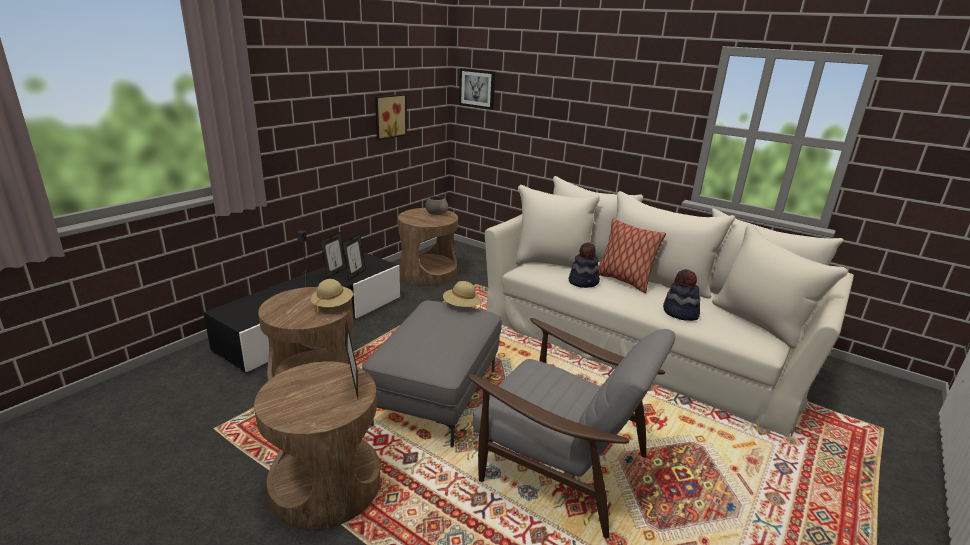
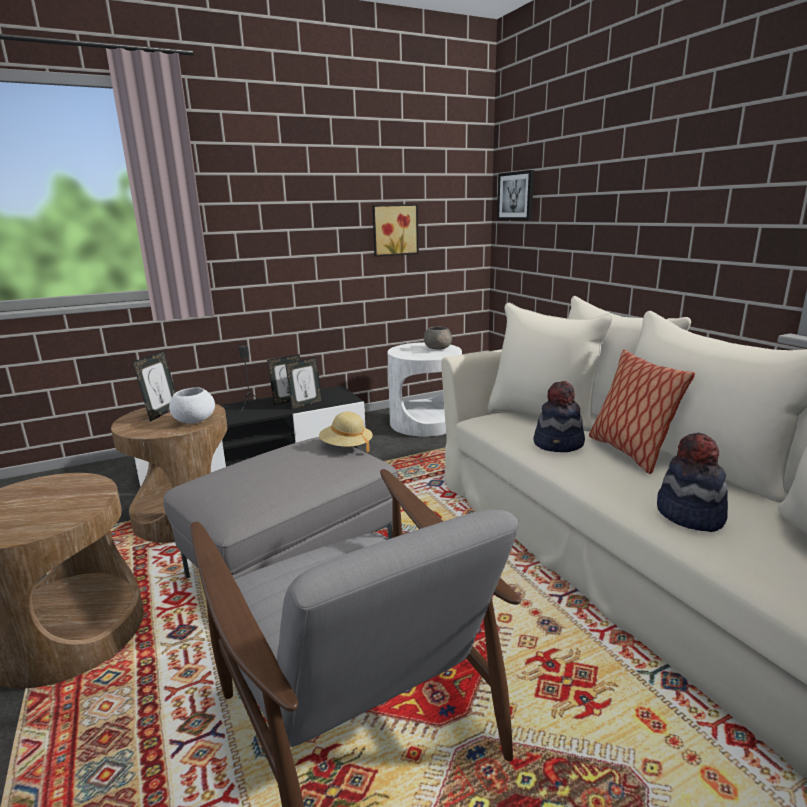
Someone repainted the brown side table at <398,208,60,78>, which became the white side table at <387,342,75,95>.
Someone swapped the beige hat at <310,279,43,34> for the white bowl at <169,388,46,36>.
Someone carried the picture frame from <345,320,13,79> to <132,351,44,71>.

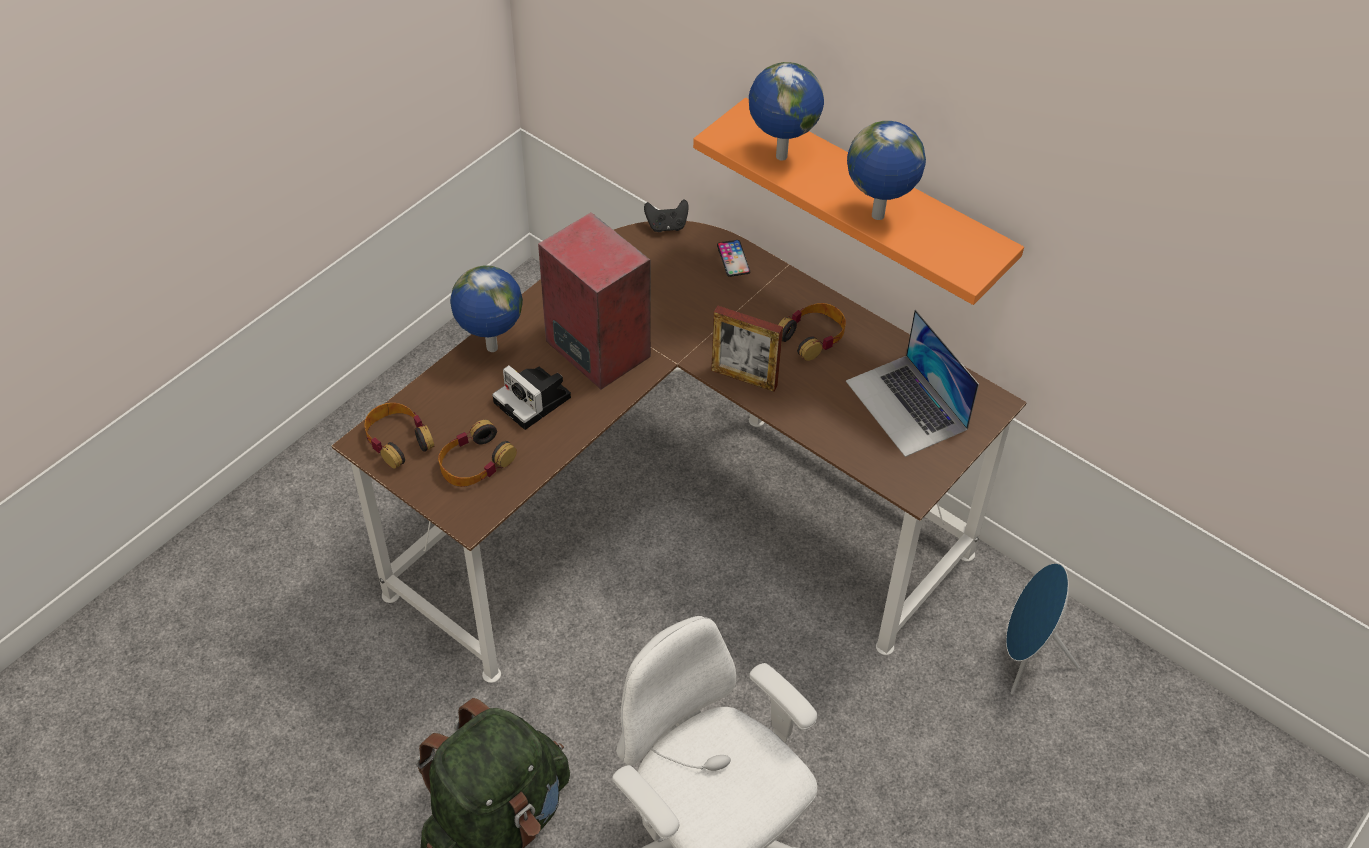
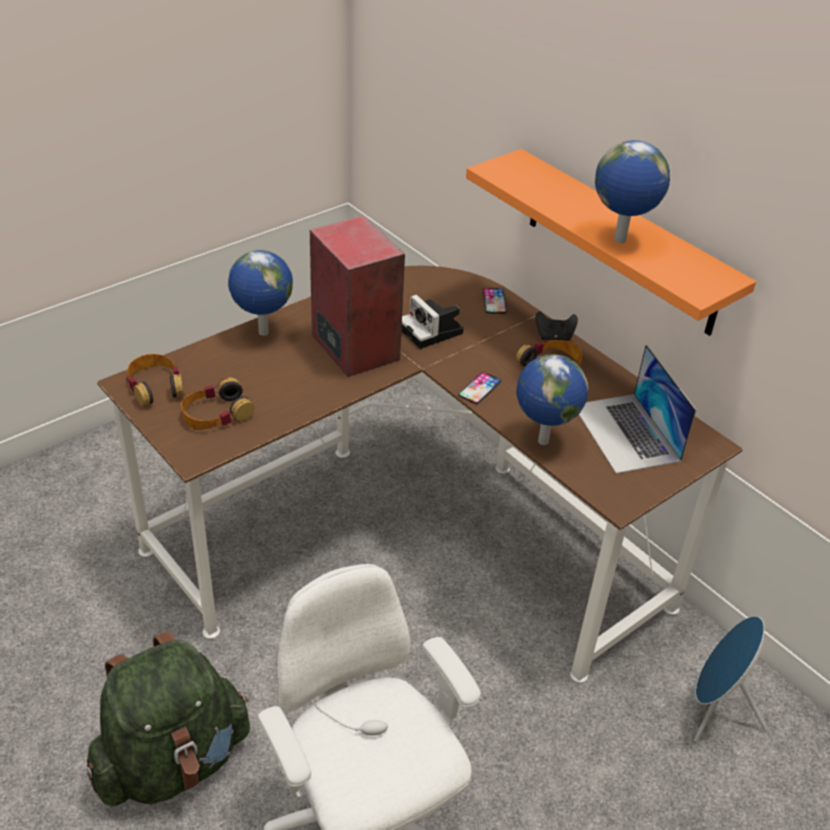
Someone carried the globe from <749,62,75,99> to <516,354,72,91>.
Someone carried the black game controller from <644,199,45,33> to <536,311,42,30>.
Someone swapped the picture frame at <711,306,72,86> for the phone at <458,372,43,32>.
Someone carried the photo camera from <492,365,79,65> to <401,295,63,54>.

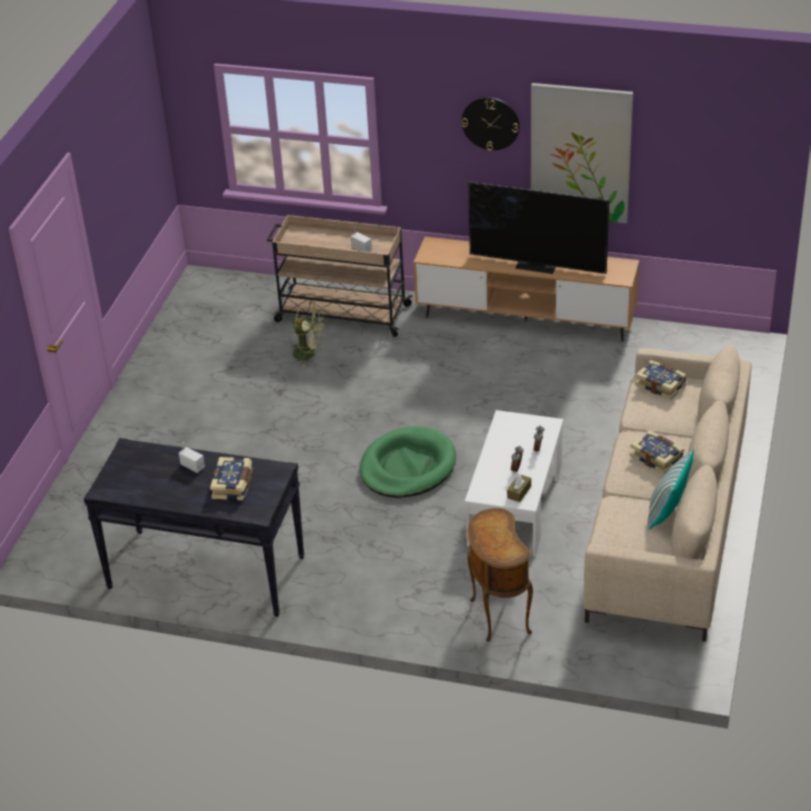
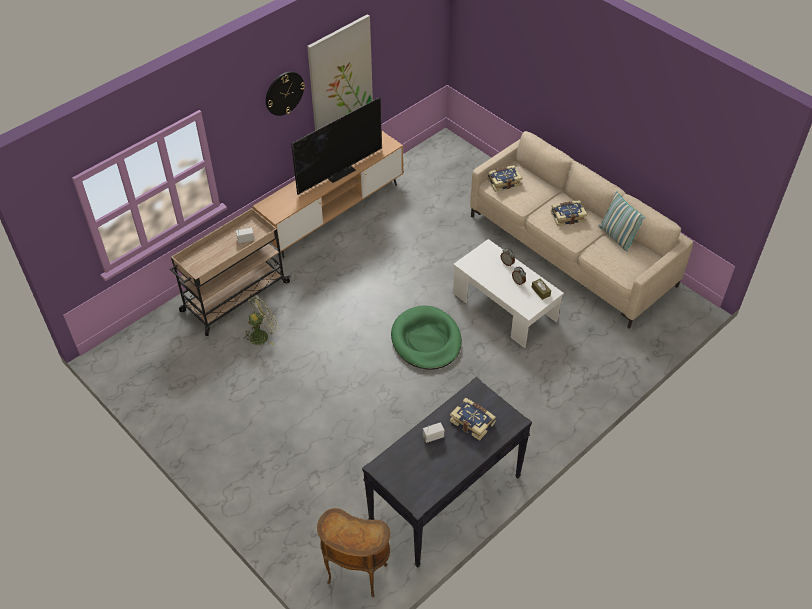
Someone carried the brown side table from <467,508,66,134> to <317,508,73,89>.

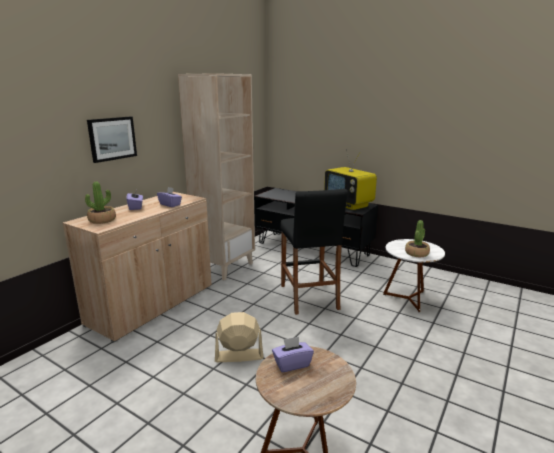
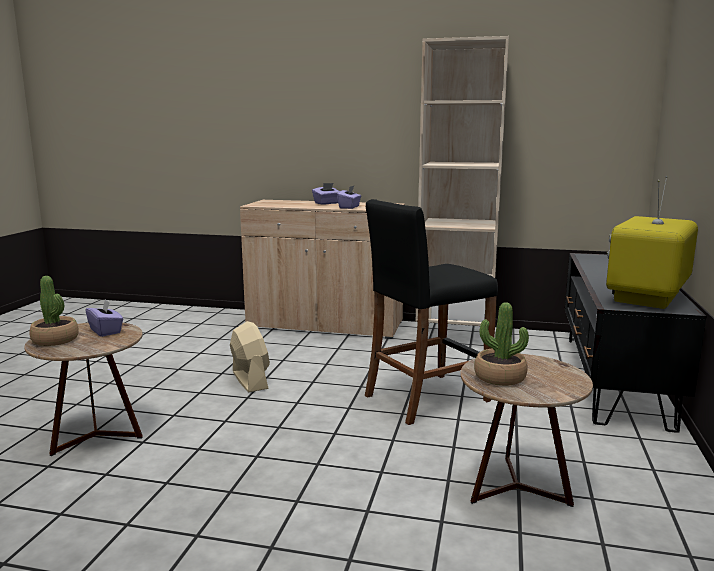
Someone took away the picture at <87,116,50,47>.
Someone carried the potted plant from <85,182,31,42> to <29,276,49,70>.
Someone repainted the white side table at <383,239,62,73>, which became the brown side table at <460,354,133,153>.

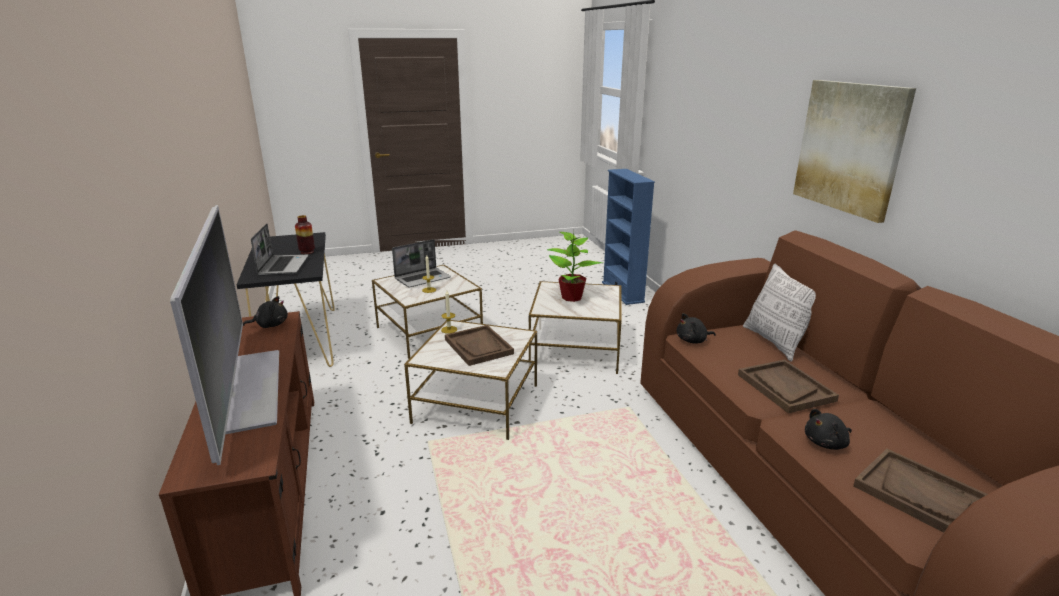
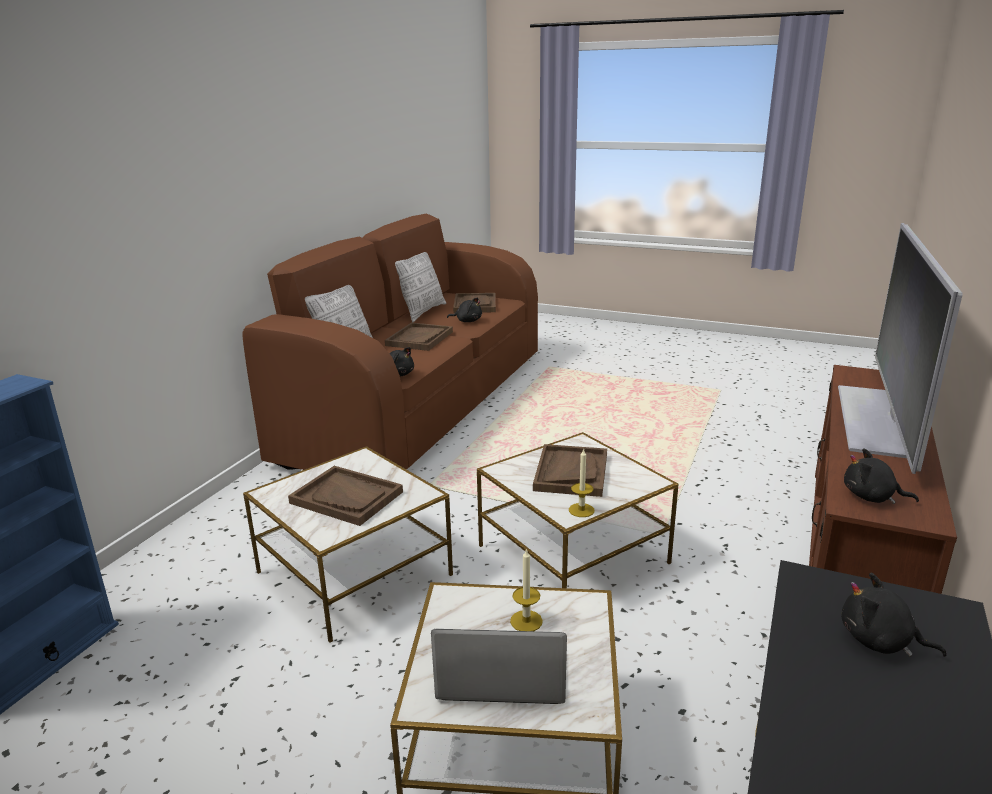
Someone took away the picture at <793,80,123,143>.
Someone took away the vase at <295,215,20,39>.
Someone swapped the laptop at <251,223,58,53> for the black plush toy at <841,573,106,84>.
Someone swapped the potted plant at <547,230,55,72> for the brown tray at <288,466,115,60>.
Someone put down the pillow at <395,252,51,70>.

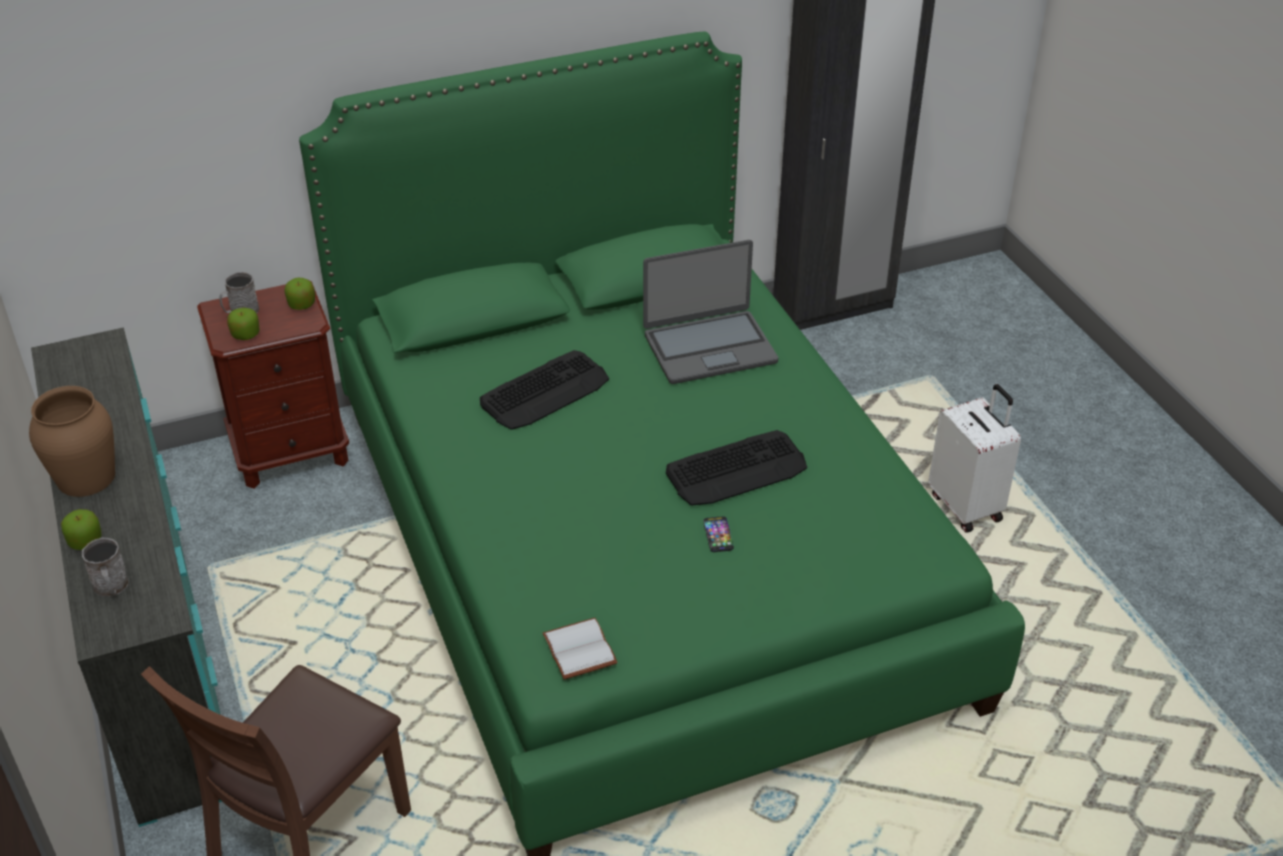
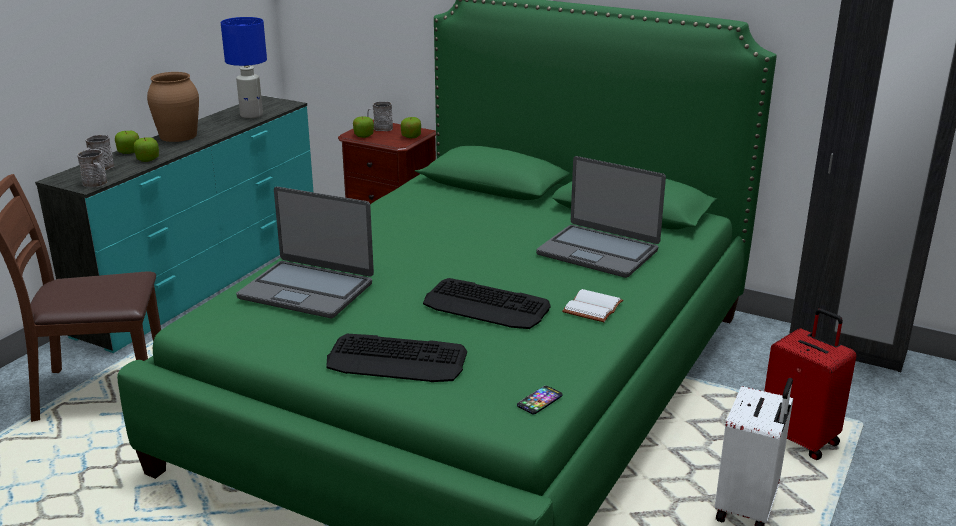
Someone carried the keyboard from <480,350,129,80> to <326,334,141,48>.
Someone carried the phone from <703,516,31,36> to <517,386,46,28>.
Someone carried the white book from <543,618,75,62> to <562,289,61,33>.
Someone put down the blue table lamp at <221,17,46,101>.
Someone put down the apple at <134,137,25,25>.
Someone put down the grey mug at <77,149,31,39>.
Someone put down the laptop at <236,187,138,131>.
Someone put down the red suitcase at <764,309,92,151>.

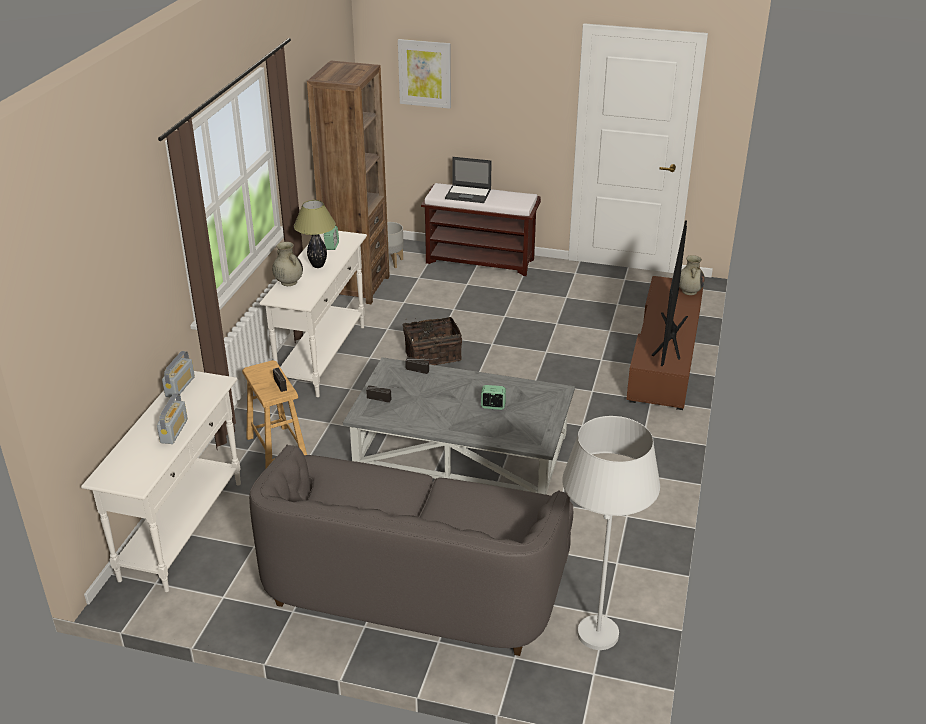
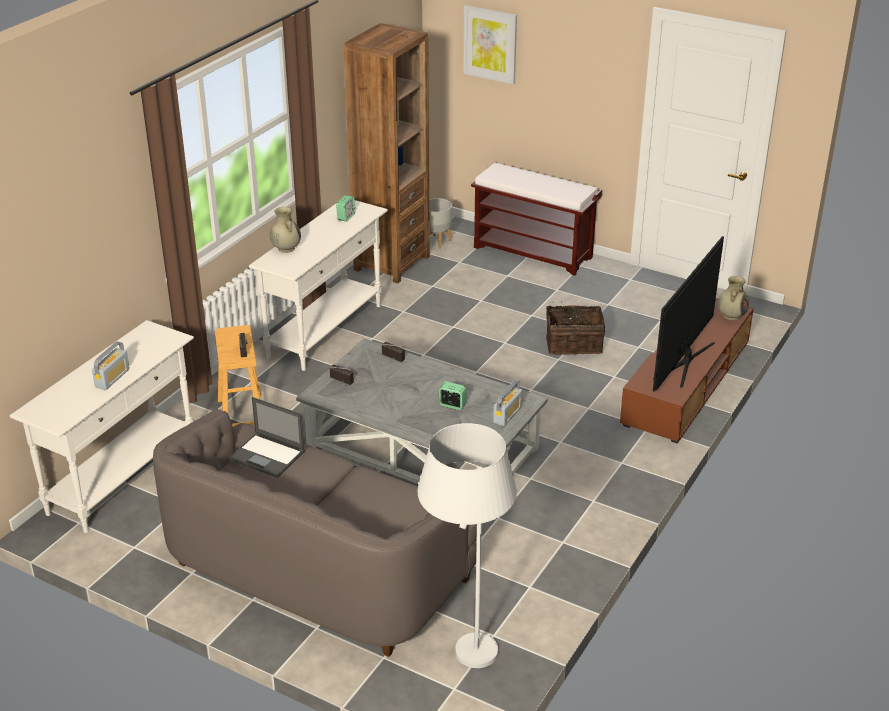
Someone carried the laptop from <445,157,47,46> to <229,397,76,81>.
Someone took away the table lamp at <294,200,42,68>.
Someone carried the basket from <403,317,59,48> to <546,301,59,54>.
Someone carried the radio from <162,351,33,47> to <493,380,30,46>.

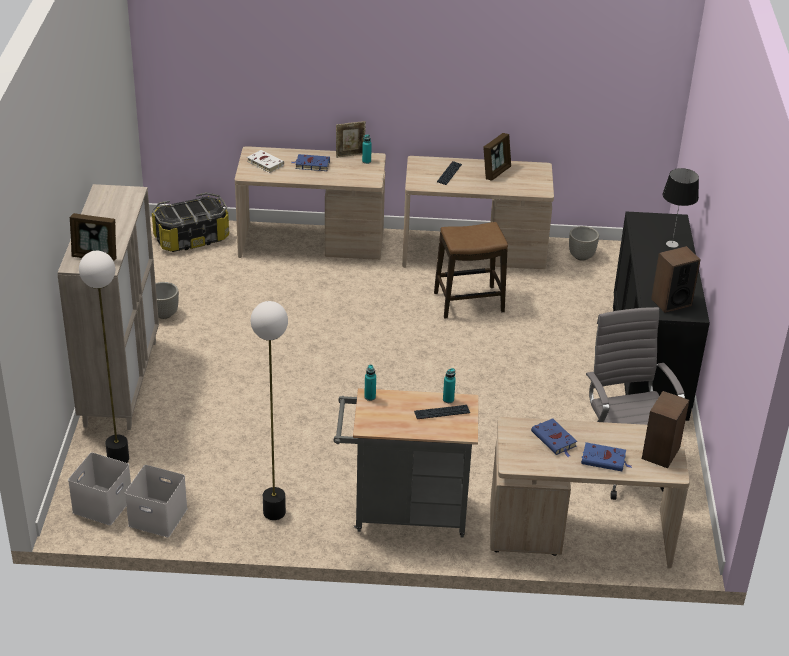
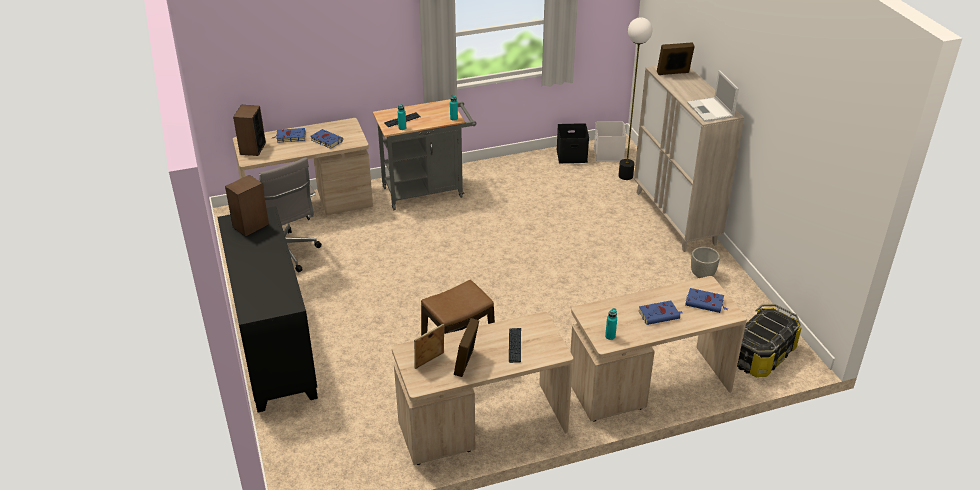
Someone carried the picture frame from <336,121,30,37> to <414,324,30,45>.
Someone repainted the white book at <247,150,37,23>, which became the blue book at <685,288,43,25>.
Someone took away the table lamp at <663,168,36,80>.
Someone took away the grey planter at <569,226,30,35>.
Someone took away the floor lamp at <251,301,37,219>.
Someone repainted the white storage box at <125,465,63,72>, which became the black storage box at <557,123,32,40>.
Someone put down the laptop at <687,70,52,52>.

